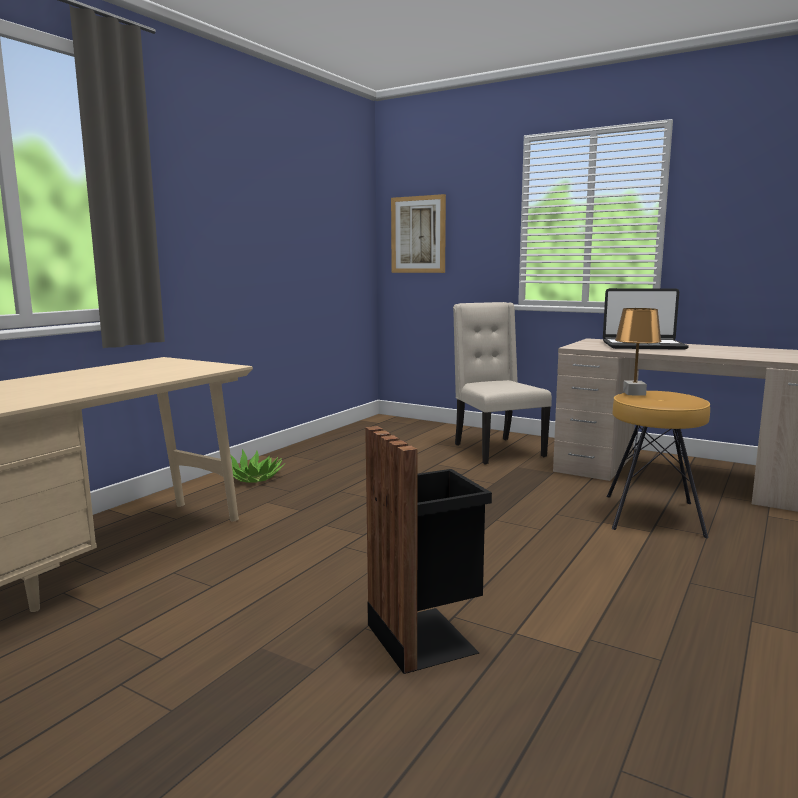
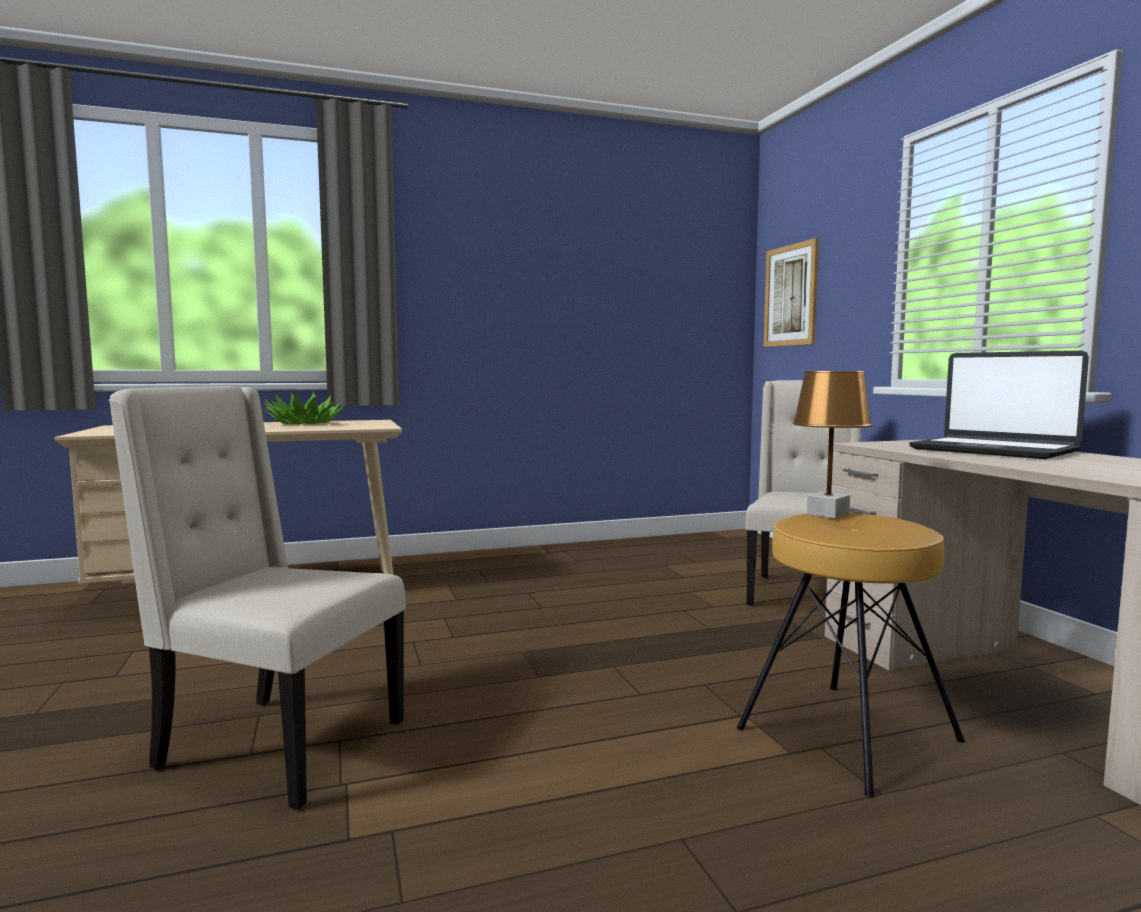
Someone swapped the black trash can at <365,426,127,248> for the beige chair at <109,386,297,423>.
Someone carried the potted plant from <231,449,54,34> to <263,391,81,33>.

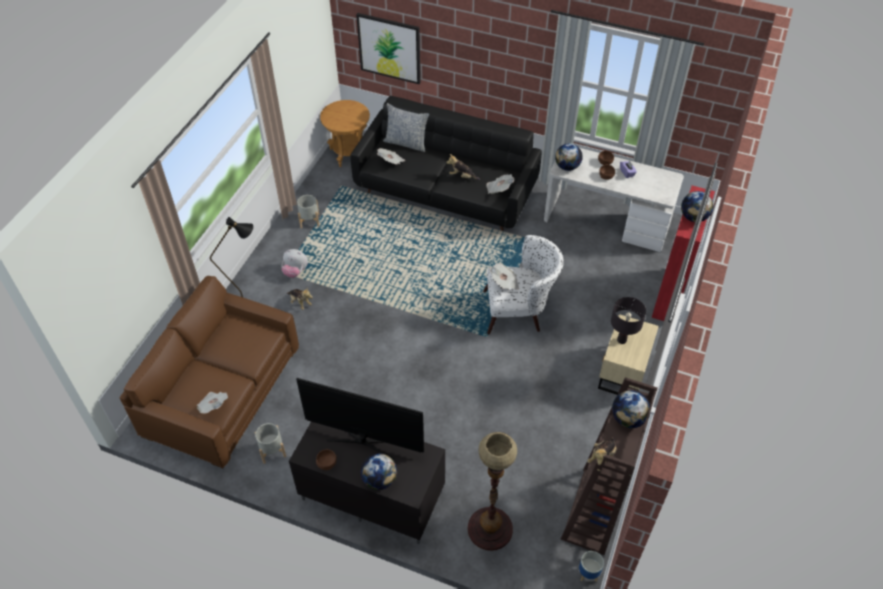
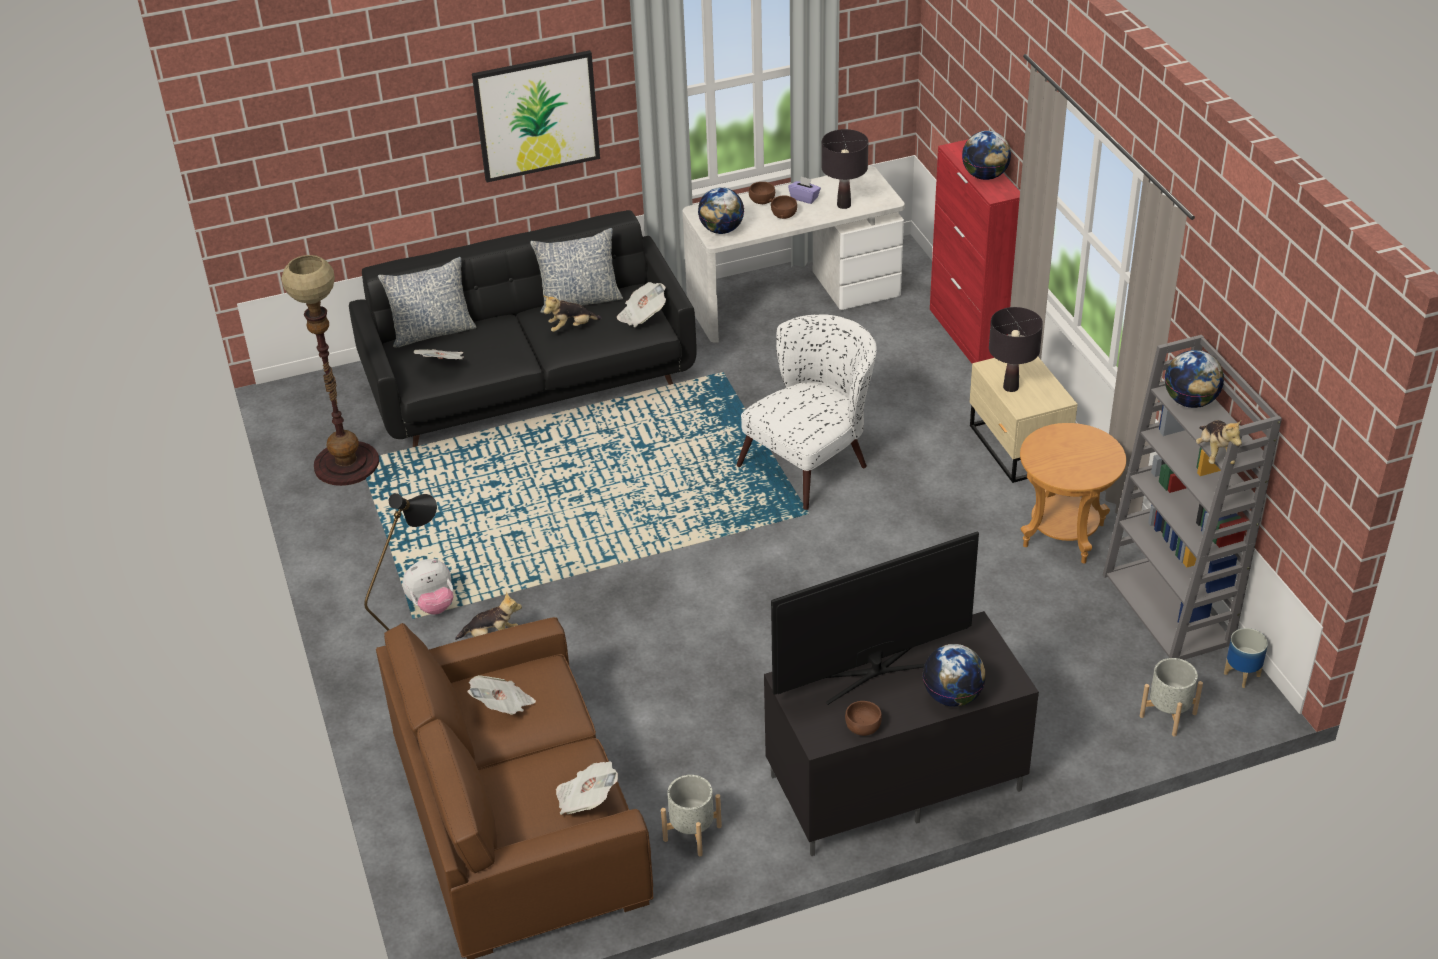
Someone carried the picture from <356,13,65,71> to <472,50,128,132>.
Someone carried the brown side table from <320,100,50,67> to <1020,423,106,141>.
Someone carried the grey planter from <297,195,22,33> to <1140,658,63,79>.
Someone carried the newspaper from <490,263,29,27> to <467,675,69,40>.
Someone repainted the brown bookcase at <561,377,96,178>, which became the grey bookcase at <1103,335,179,325>.
Someone carried the floor lamp from <468,432,49,119> to <282,255,97,231>.
Someone put down the black table lamp at <821,129,47,80>.
Someone put down the pillow at <530,228,93,85>.

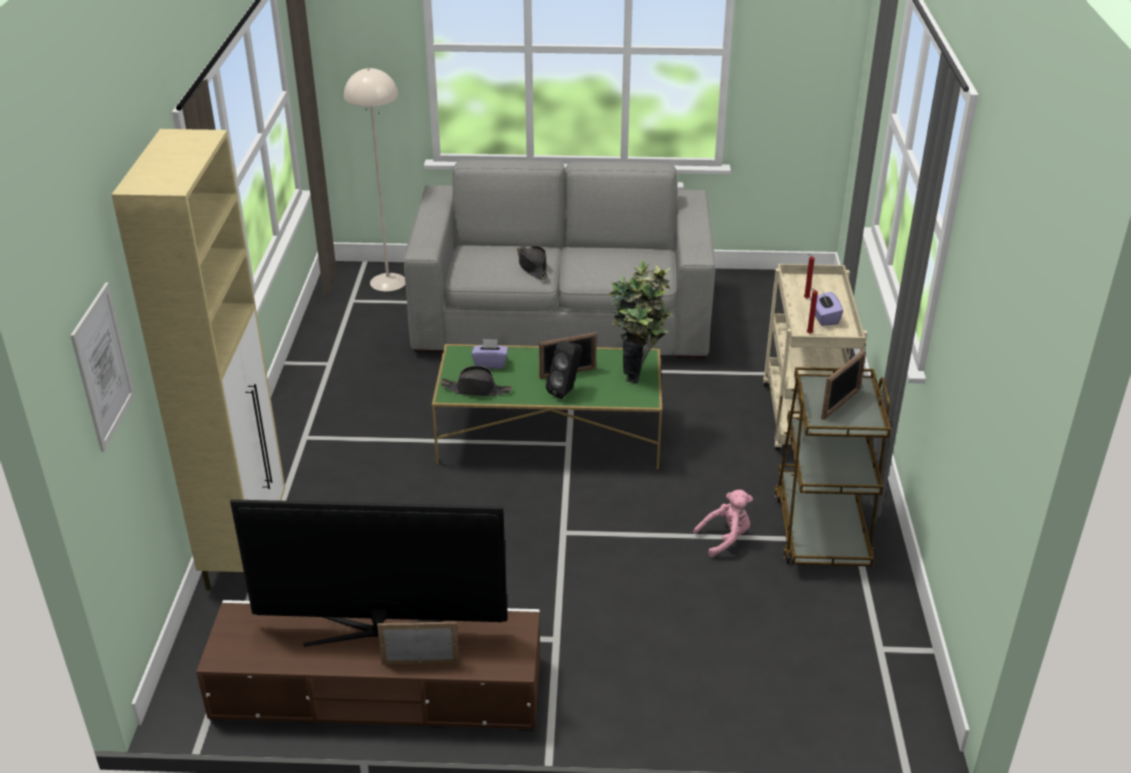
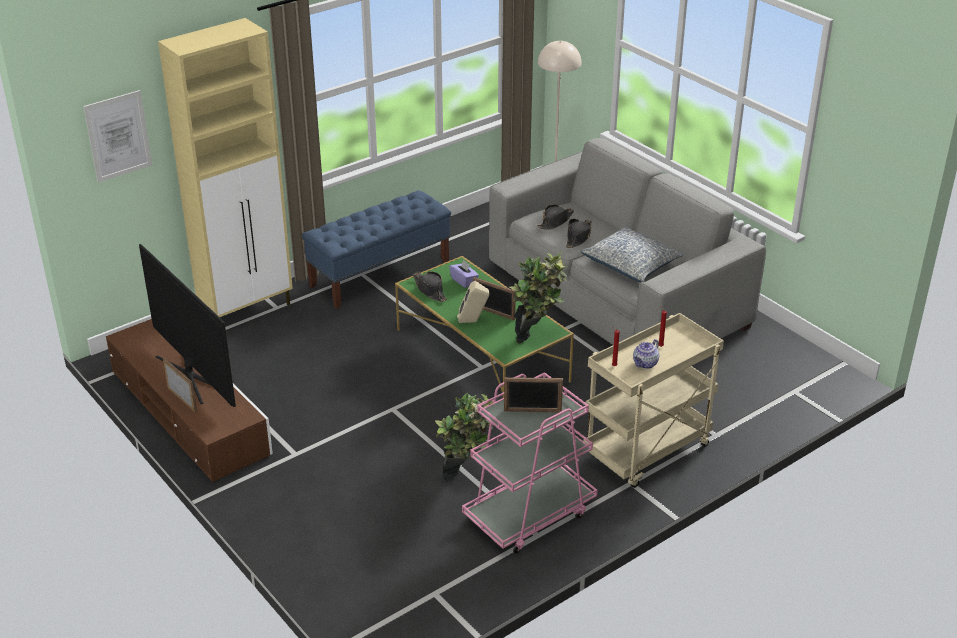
Someone swapped the purple tissue box at <810,290,33,36> for the teapot at <633,339,26,30>.
Someone repainted the black speaker at <546,341,36,58>, which became the beige speaker at <457,281,32,42>.
Someone repainted the brown cart at <775,367,116,199>, which became the pink cart at <462,372,136,181>.
Someone swapped the pink plush toy at <693,490,60,67> for the potted plant at <435,393,58,86>.
Someone put down the blue bench at <302,190,149,119>.
Someone put down the black hat at <537,204,37,26>.
Someone put down the pillow at <581,226,104,56>.

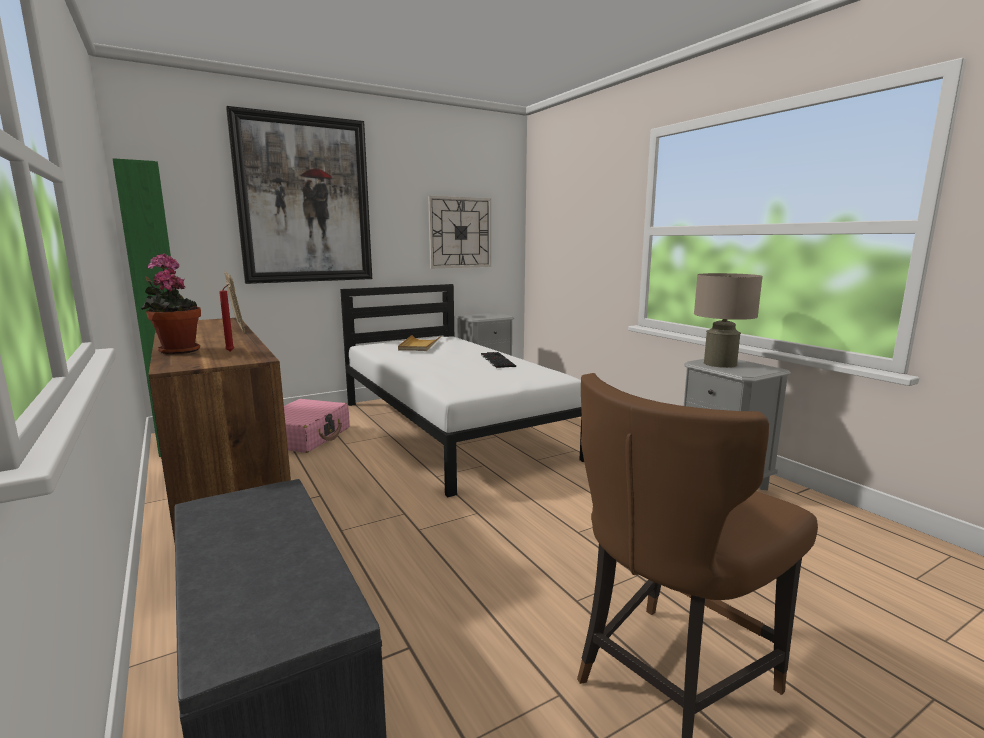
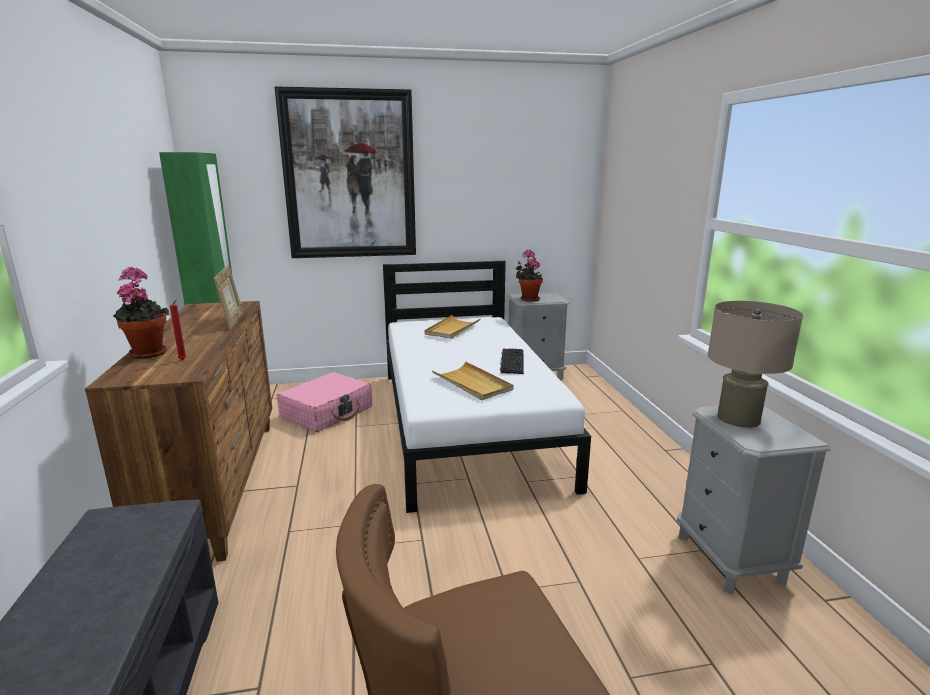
Someone took away the wall clock at <428,196,63,72>.
Someone put down the potted plant at <516,249,27,53>.
Someone put down the beige tray at <432,361,82,39>.

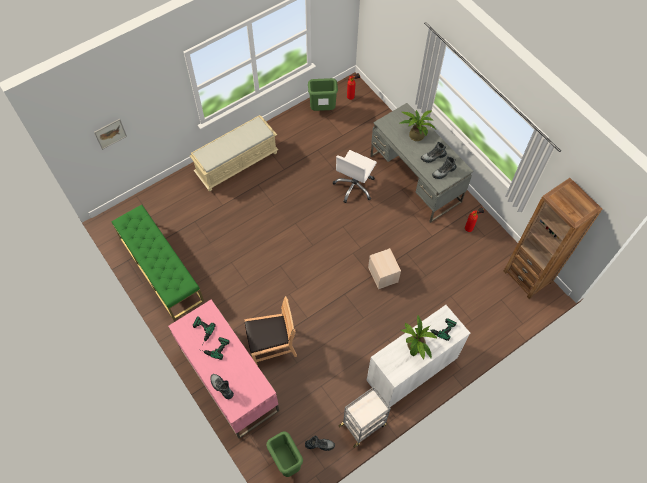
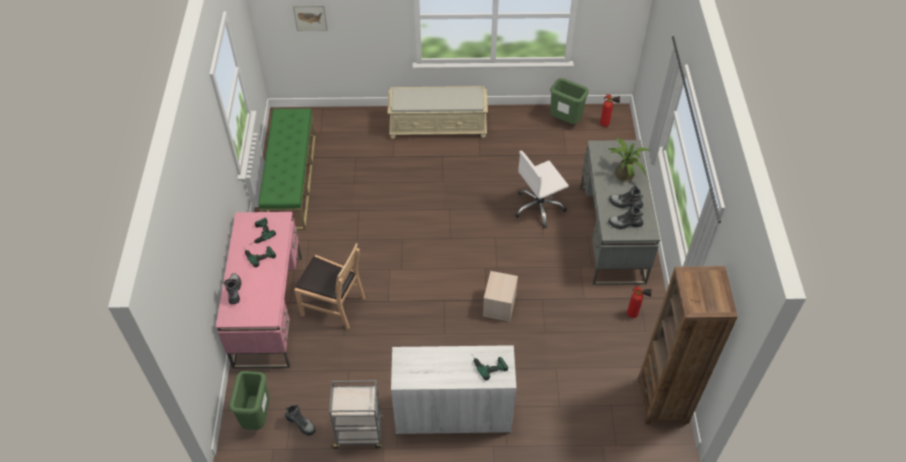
Someone took away the potted plant at <401,315,36,44>.

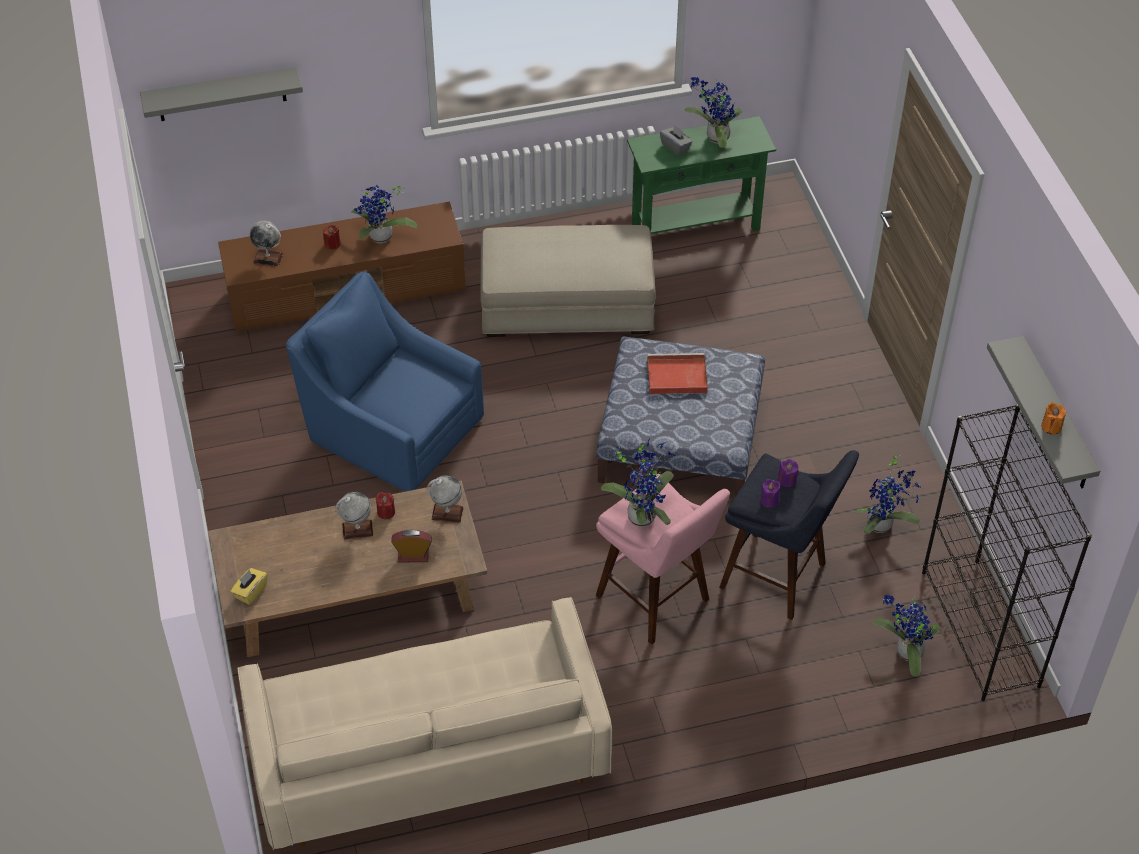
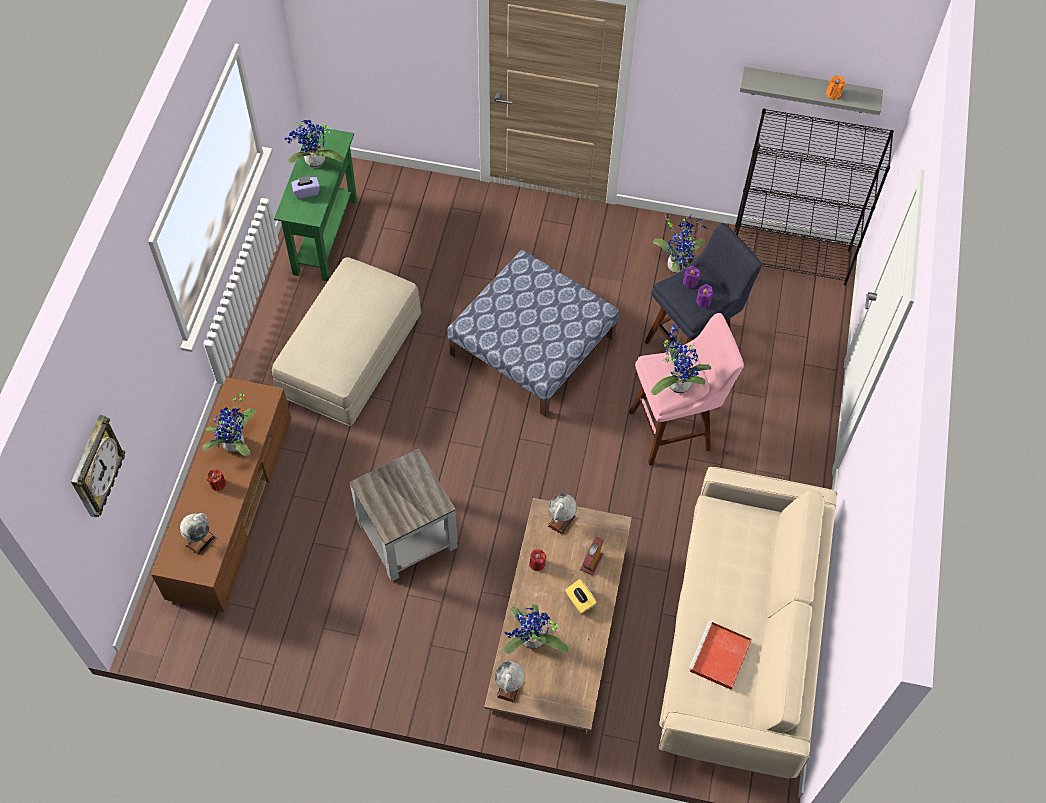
Someone swapped the grey shelf at <140,67,163,54> for the wall clock at <71,415,54,102>.
Someone repainted the grey tissue box at <660,125,33,31>, which became the purple tissue box at <291,176,29,23>.
Someone swapped the blue armchair at <286,270,198,222> for the grey side table at <349,449,109,133>.
Someone carried the red tray from <647,353,61,41> to <689,621,63,69>.
Someone carried the globe from <336,492,37,47> to <495,661,30,42>.
Someone carried the yellow tissue box from <230,568,37,37> to <565,579,32,35>.
Someone carried the potted plant from <873,595,68,81> to <504,605,64,49>.

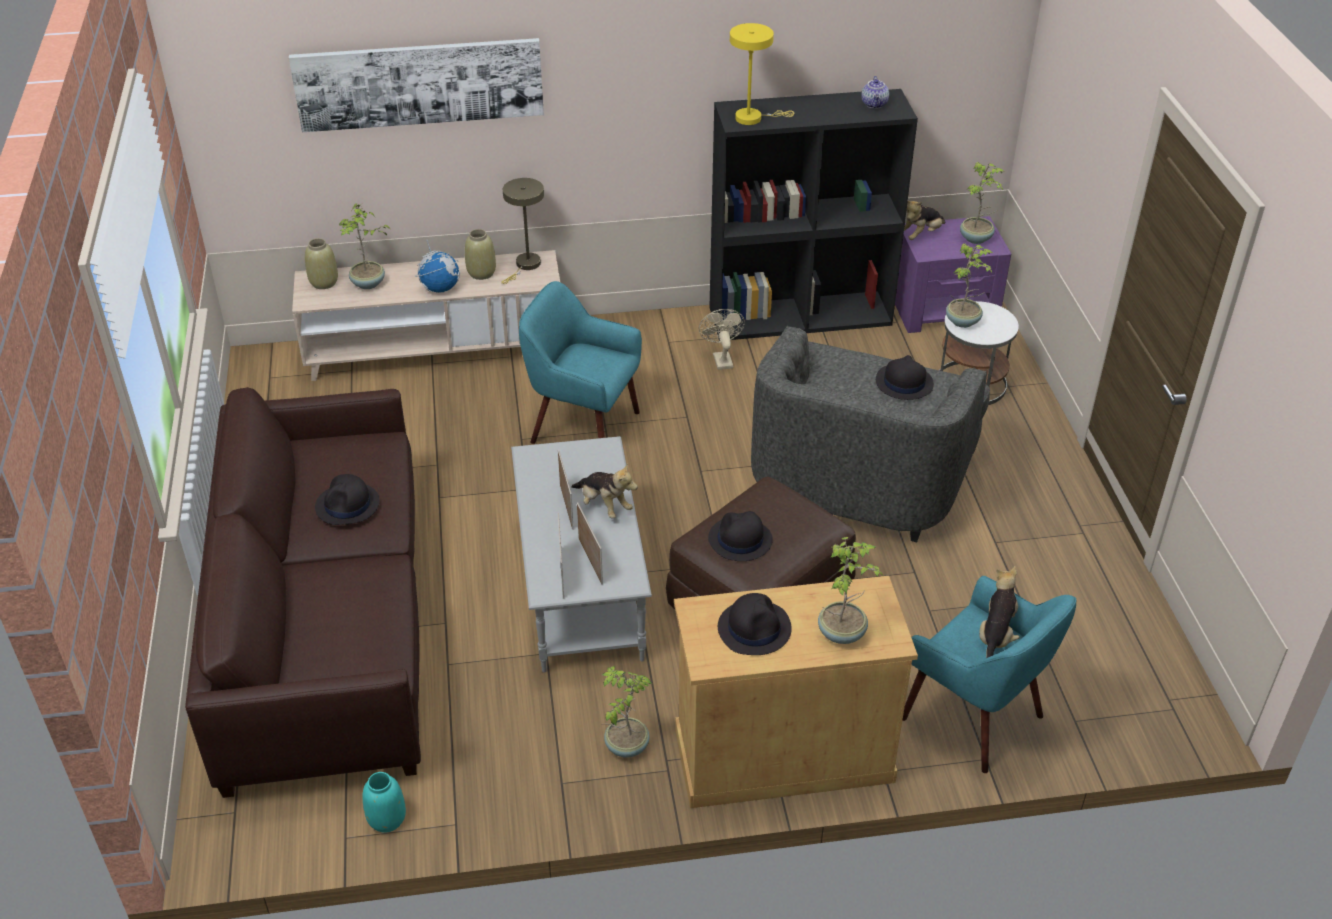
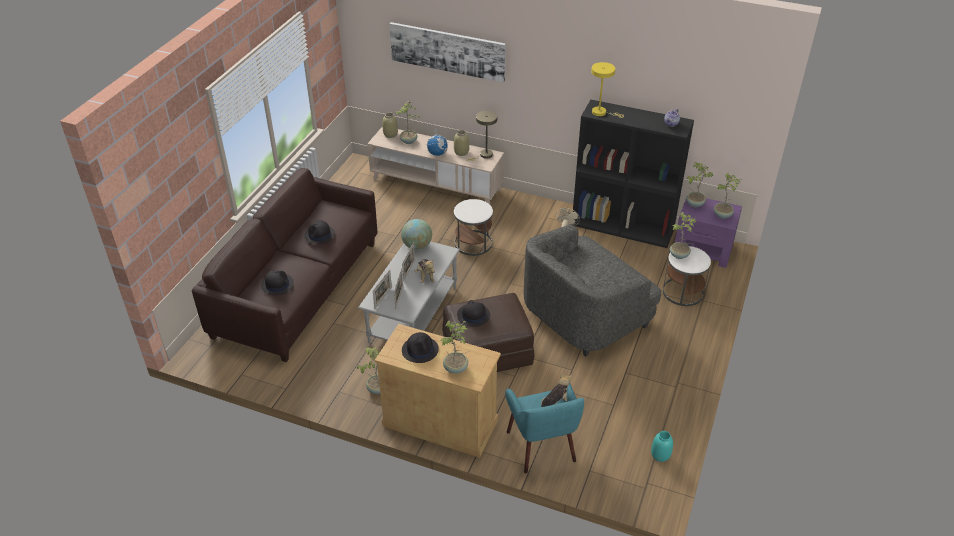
Someone swapped the plush toy at <904,201,42,39> for the potted plant at <686,163,28,44>.
Someone swapped the turquoise armchair at <519,281,123,163> for the white side table at <454,199,39,57>.
Someone carried the black hat from <876,355,58,45> to <261,270,33,25>.
Someone carried the turquoise vase from <362,772,44,61> to <651,431,22,31>.
Someone put down the globe at <401,219,31,31>.

